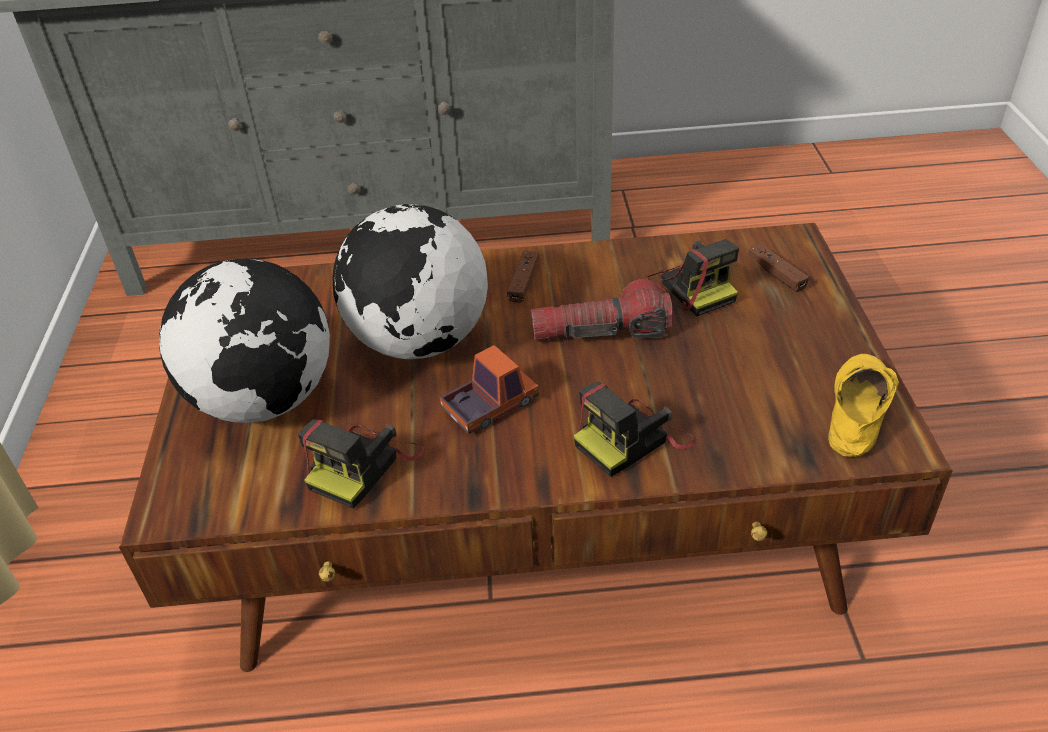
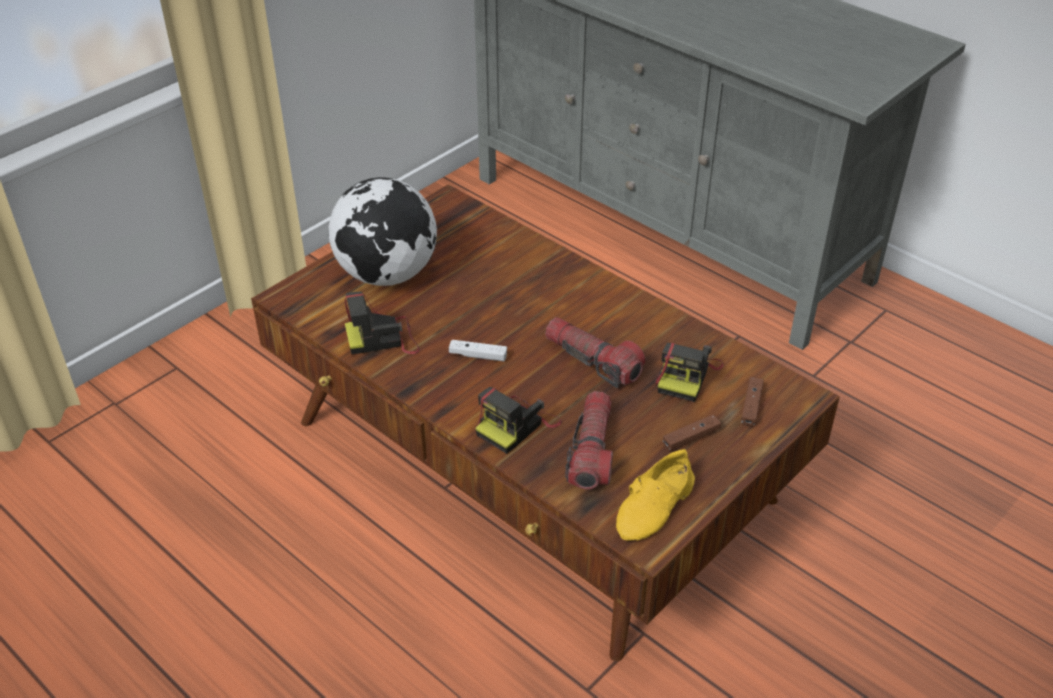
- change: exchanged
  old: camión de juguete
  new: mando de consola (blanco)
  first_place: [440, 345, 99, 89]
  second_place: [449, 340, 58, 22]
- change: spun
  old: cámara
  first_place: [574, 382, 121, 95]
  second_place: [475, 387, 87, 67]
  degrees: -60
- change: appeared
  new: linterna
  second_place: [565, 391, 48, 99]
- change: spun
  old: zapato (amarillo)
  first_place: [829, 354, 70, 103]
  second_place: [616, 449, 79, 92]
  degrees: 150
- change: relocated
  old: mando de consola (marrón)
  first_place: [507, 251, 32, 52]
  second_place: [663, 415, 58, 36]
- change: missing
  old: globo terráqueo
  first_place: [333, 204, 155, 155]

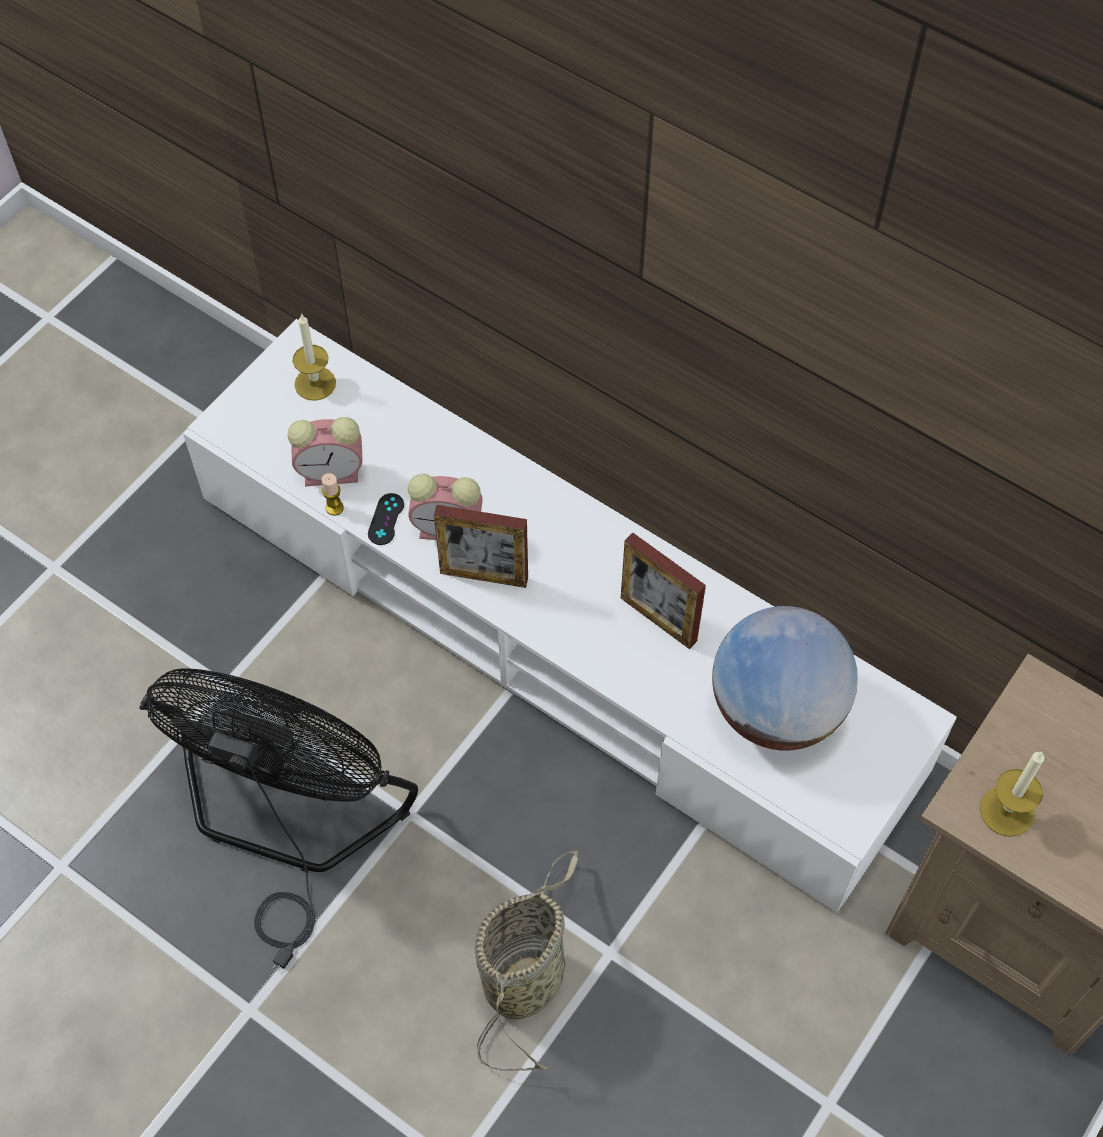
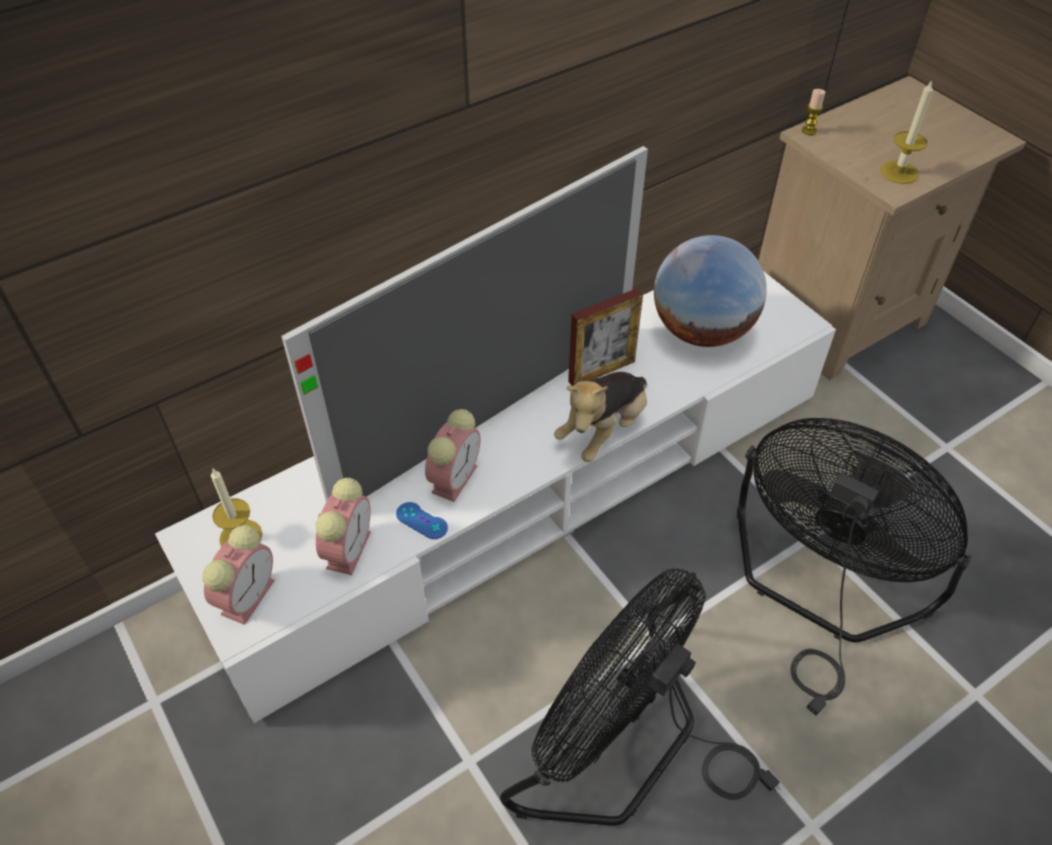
- change: appeared
  new: despertador
  second_place: [202, 525, 73, 100]
- change: appeared
  new: televisor
  second_place: [281, 146, 367, 355]
- change: colour
  old: mando de consola (negro)
  new: mando de consola (azul)
  first_place: [368, 493, 36, 52]
  second_place: [396, 502, 52, 37]
- change: appeared
  new: peluche
  second_place: [554, 372, 93, 90]
- change: exchanged
  old: cesta
  new: ventilador (negro)
  first_place: [475, 851, 104, 220]
  second_place: [737, 418, 234, 297]
- change: relocated
  old: vela
  first_place: [322, 473, 22, 43]
  second_place: [802, 89, 23, 46]
- change: missing
  old: portarretratos
  first_place: [434, 505, 94, 83]

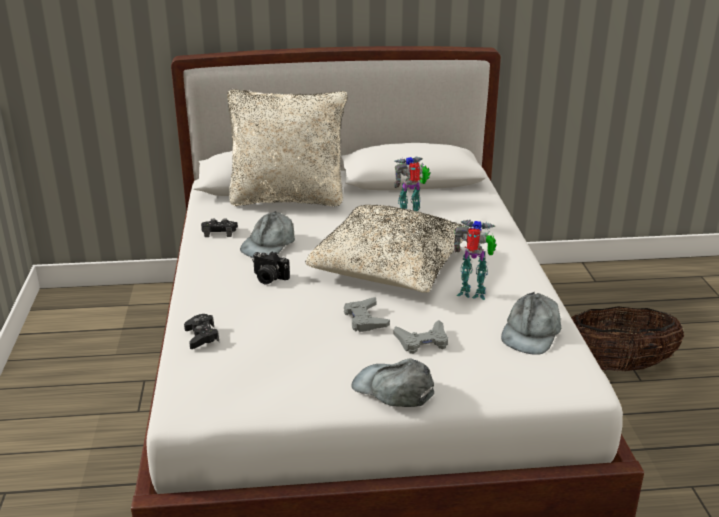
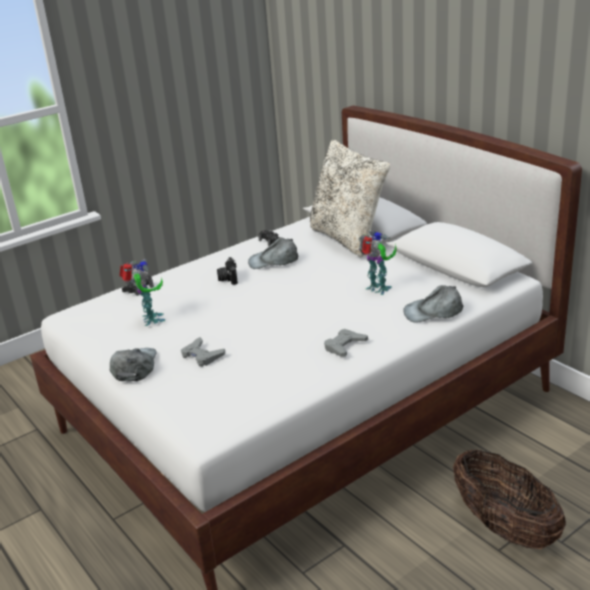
- change: relocated
  old: robot de juguete
  first_place: [454, 220, 43, 80]
  second_place: [120, 259, 45, 67]
- change: relocated
  old: mando de consola (gris)
  first_place: [344, 297, 46, 35]
  second_place: [324, 329, 44, 28]
- change: relocated
  old: gorra (gris)
  first_place: [501, 291, 60, 64]
  second_place: [403, 285, 60, 38]
- change: missing
  old: cojín (beis)
  first_place: [306, 205, 159, 88]

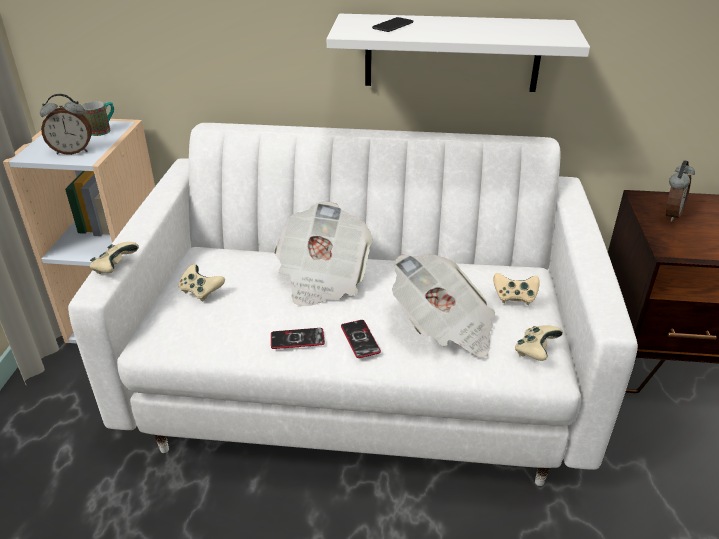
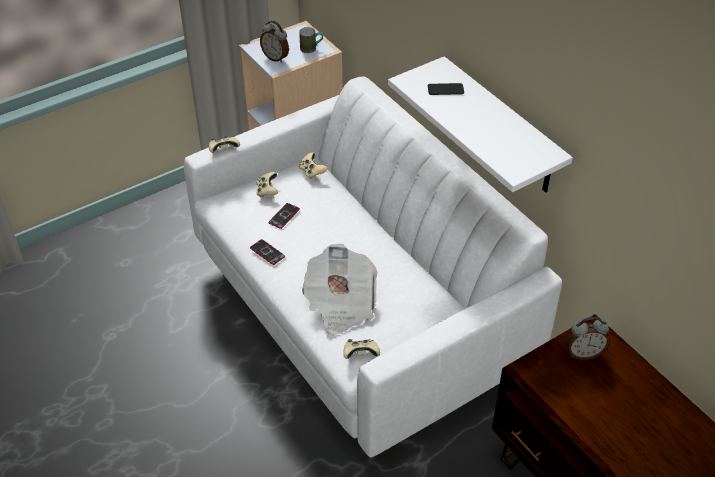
- change: relocated
  old: móvil
  first_place: [341, 320, 40, 38]
  second_place: [269, 203, 31, 26]
- change: relocated
  old: mando de consola (beis)
  first_place: [493, 273, 47, 32]
  second_place: [299, 152, 29, 27]
- change: missing
  old: periódico
  first_place: [274, 202, 99, 104]

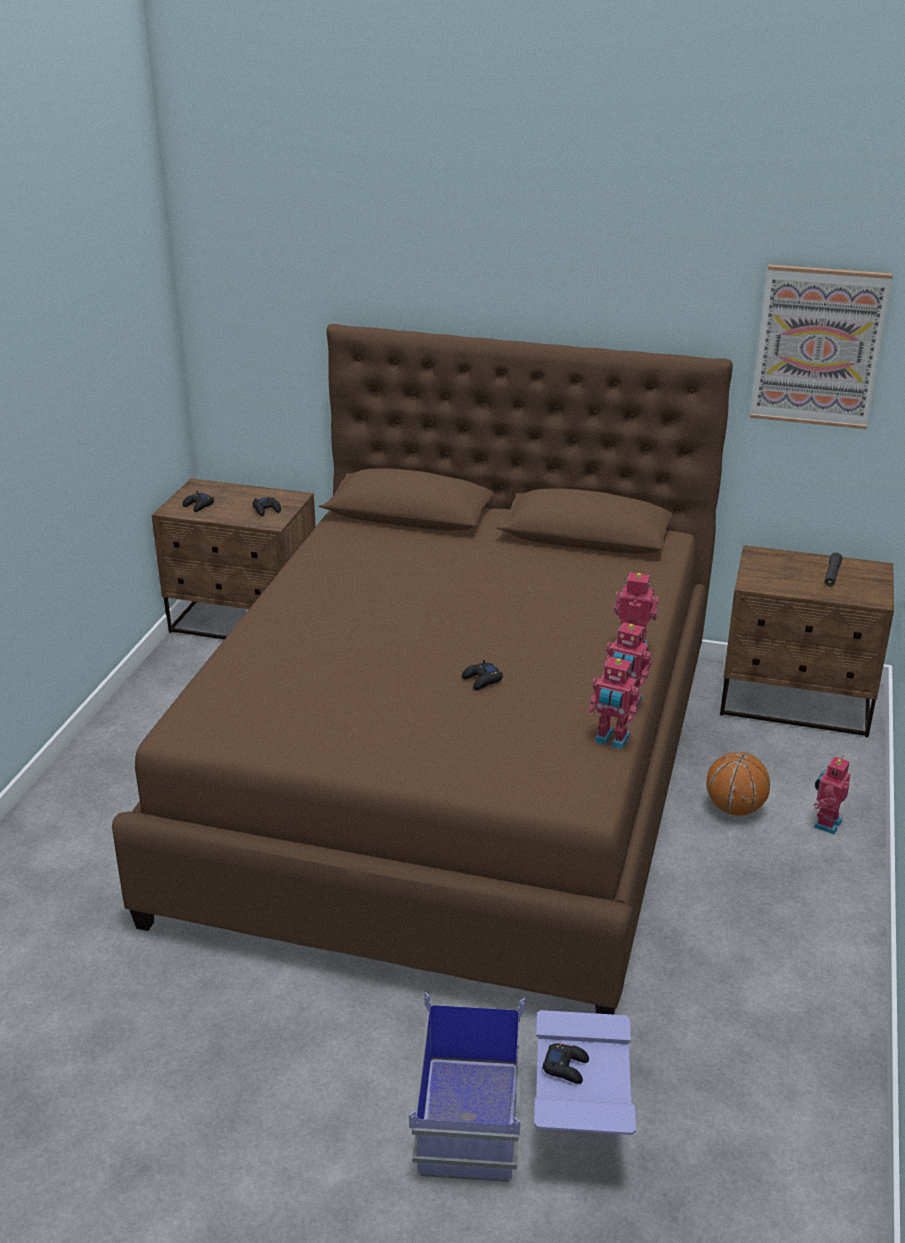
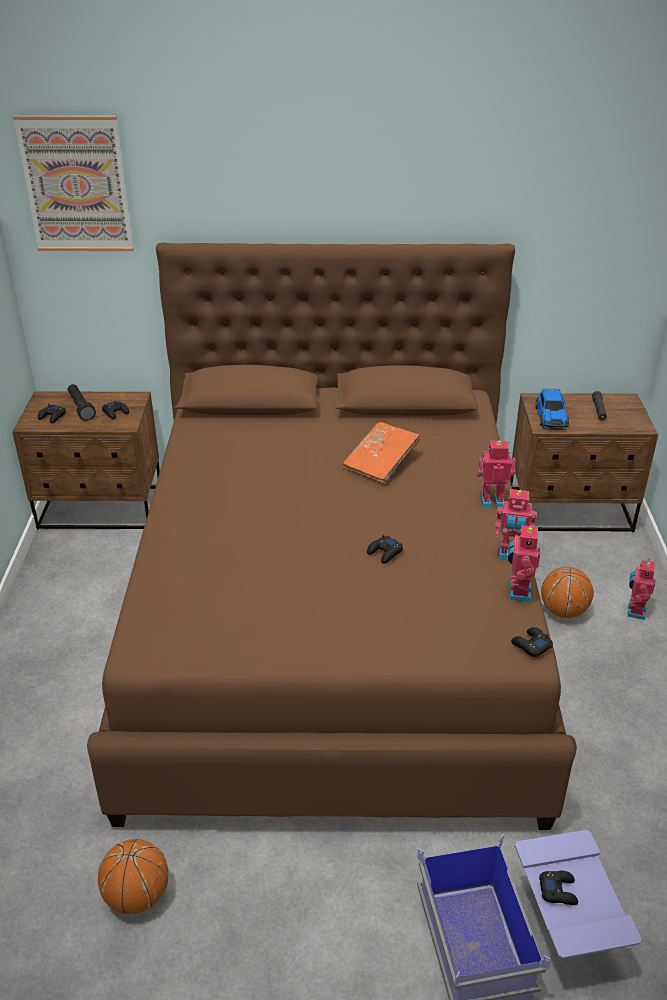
- change: relocated
  old: cuadro
  first_place: [750, 265, 143, 164]
  second_place: [13, 115, 121, 136]
- change: appeared
  new: linterna (negro)
  second_place: [68, 384, 28, 37]
- change: appeared
  new: balón de baloncesto
  second_place: [98, 839, 70, 75]
- change: appeared
  new: libro (naranja)
  second_place: [342, 422, 78, 62]
- change: spun
  old: robot de juguete
  first_place: [589, 657, 52, 92]
  second_place: [508, 523, 32, 79]
  degrees: 90
- change: appeared
  new: mando de consola (negro)
  second_place: [511, 627, 42, 30]
- change: appeared
  new: coche de juguete
  second_place: [535, 388, 34, 42]

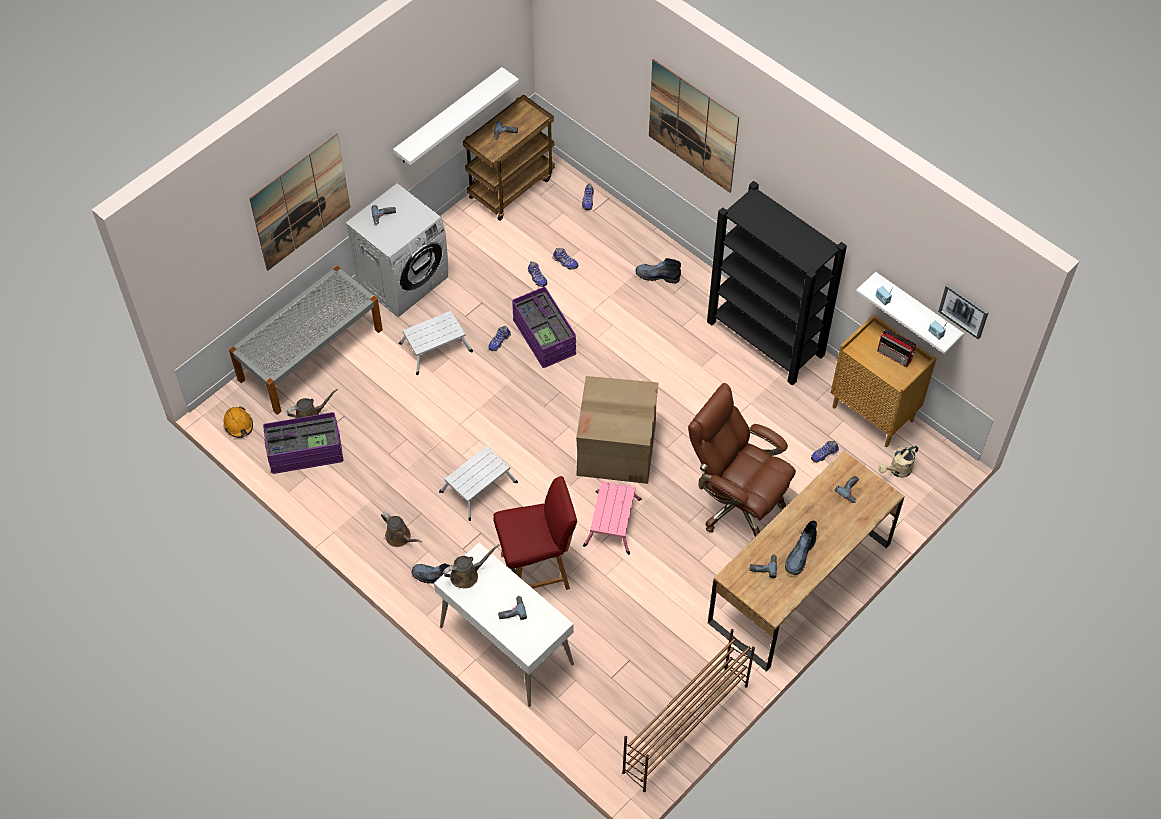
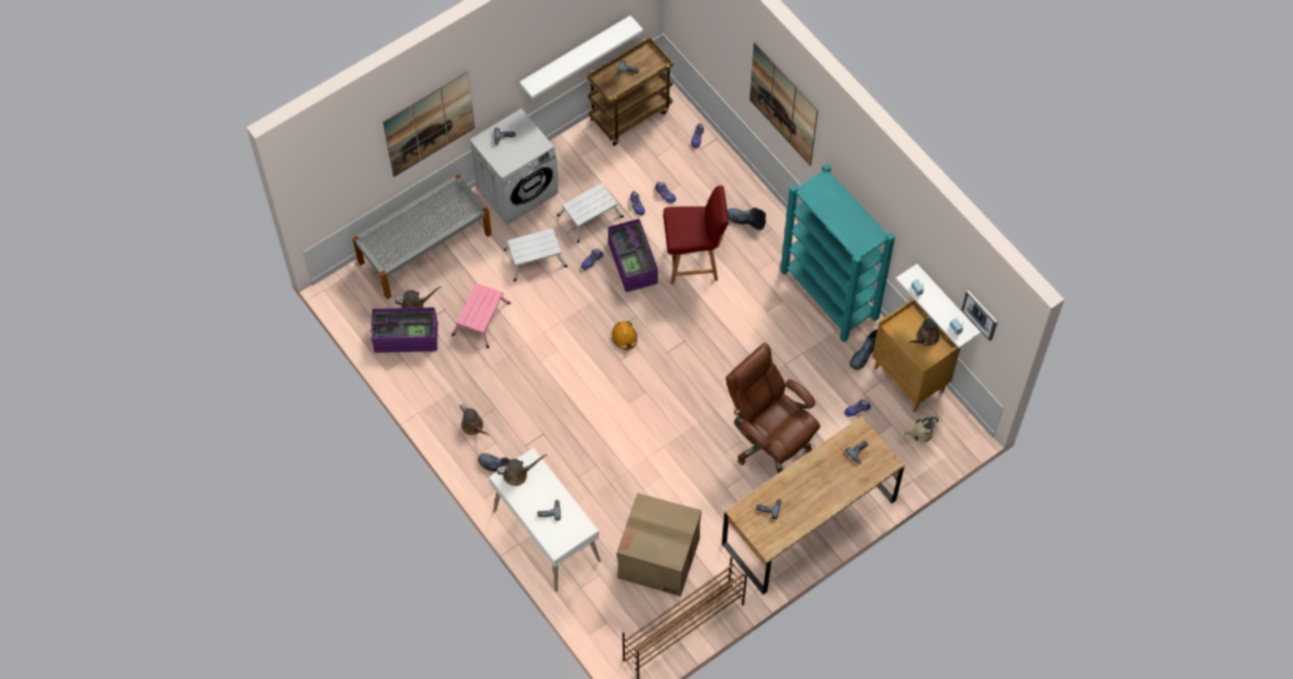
- change: relocated
  old: escalera de tijera (rosa)
  first_place: [583, 481, 59, 74]
  second_place: [452, 283, 59, 66]
- change: relocated
  old: escalera de tijera (blanco)
  first_place: [439, 446, 79, 75]
  second_place: [557, 183, 67, 60]
- change: relocated
  old: casco (naranja)
  first_place: [223, 406, 30, 32]
  second_place: [611, 321, 26, 29]
- change: relocated
  old: caja de cartón
  first_place: [576, 376, 82, 108]
  second_place: [617, 493, 85, 104]
- change: relocated
  old: silla (rojo)
  first_place: [493, 476, 84, 114]
  second_place: [663, 186, 65, 99]
- change: colour
  old: estantería (negro)
  new: estantería (turquesa)
  first_place: [707, 181, 140, 204]
  second_place: [780, 163, 115, 179]
- change: relocated
  old: bota
  first_place: [785, 520, 32, 55]
  second_place: [850, 329, 28, 41]
- change: exchanged
  old: radio
  new: regadera (marrón)
  first_place: [877, 329, 39, 39]
  second_place: [908, 318, 32, 28]

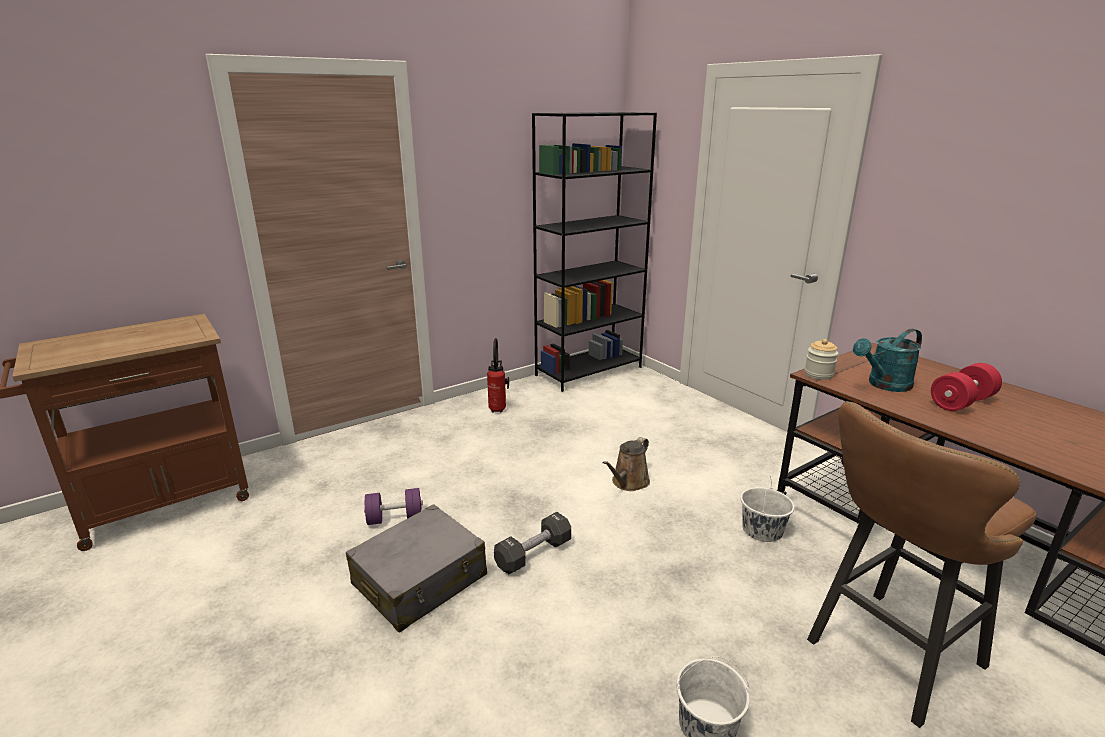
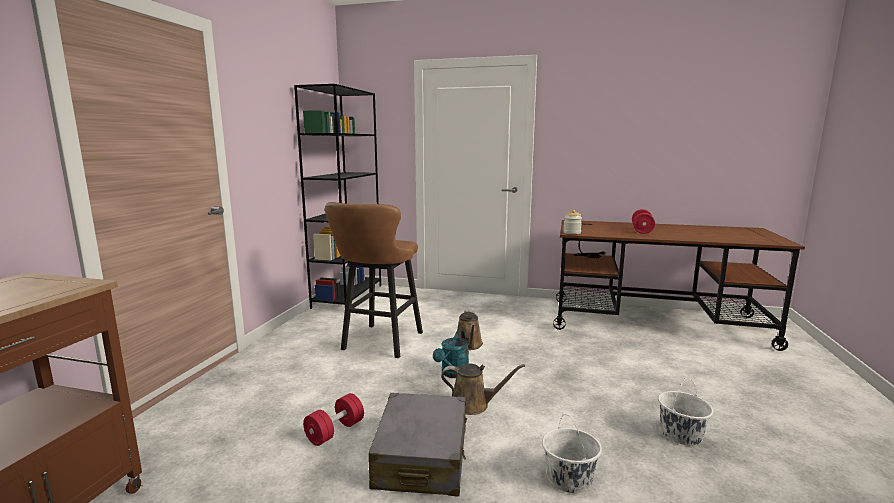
- change: colour
  old: mancuerna (morado)
  new: mancuerna (rojo)
  first_place: [364, 488, 59, 37]
  second_place: [303, 393, 61, 53]
- change: relocated
  old: taburete (marrón)
  first_place: [807, 401, 229, 327]
  second_place: [325, 202, 98, 156]
- change: relocated
  old: regadera (turquesa)
  first_place: [853, 329, 69, 63]
  second_place: [433, 330, 36, 48]
- change: exchanged
  old: mancuerna (negro)
  new: regadera (marrón)
  first_place: [494, 512, 77, 62]
  second_place: [441, 364, 84, 51]
- change: relocated
  old: cubo (blanco)
  first_place: [740, 476, 55, 66]
  second_place: [542, 414, 60, 79]
- change: missing
  old: extintor
  first_place: [487, 338, 22, 75]

